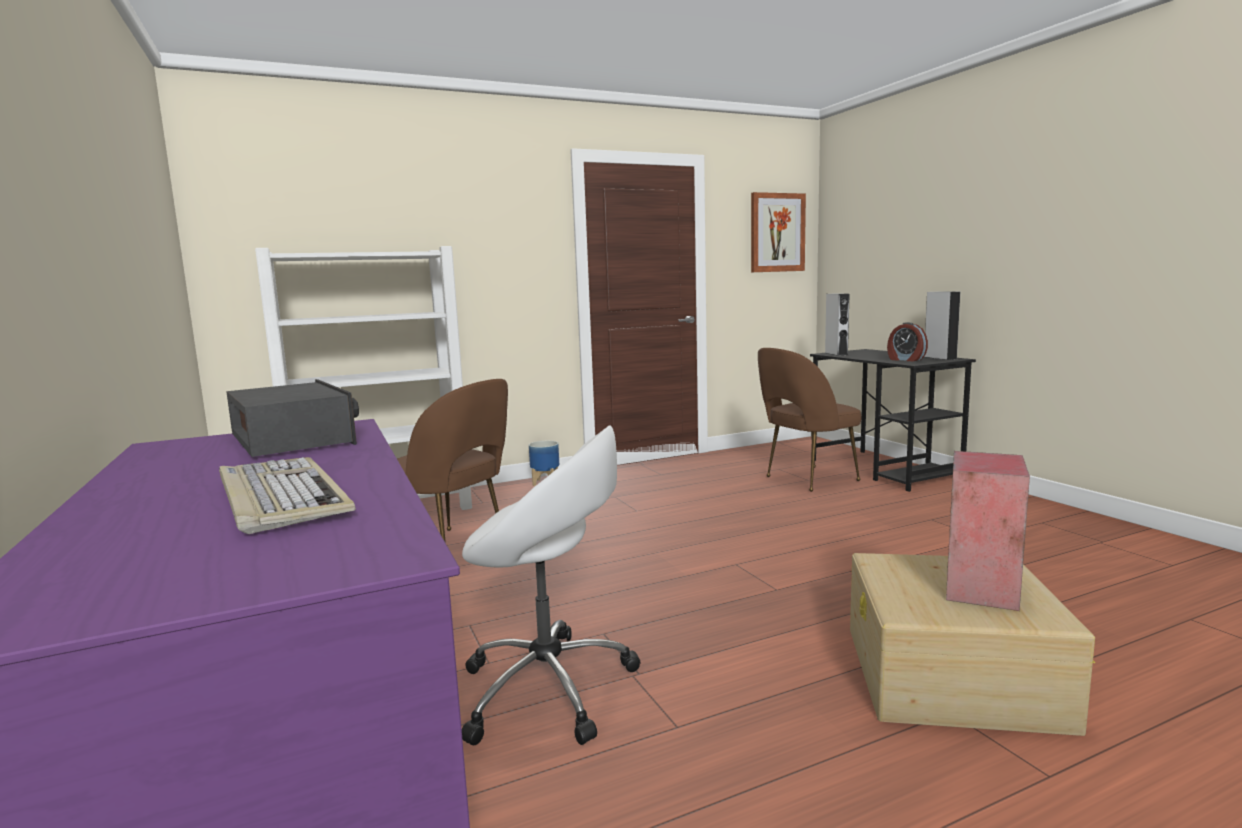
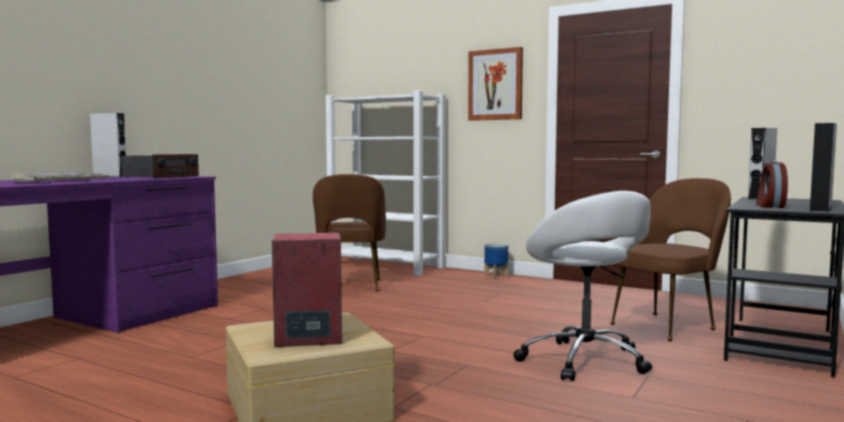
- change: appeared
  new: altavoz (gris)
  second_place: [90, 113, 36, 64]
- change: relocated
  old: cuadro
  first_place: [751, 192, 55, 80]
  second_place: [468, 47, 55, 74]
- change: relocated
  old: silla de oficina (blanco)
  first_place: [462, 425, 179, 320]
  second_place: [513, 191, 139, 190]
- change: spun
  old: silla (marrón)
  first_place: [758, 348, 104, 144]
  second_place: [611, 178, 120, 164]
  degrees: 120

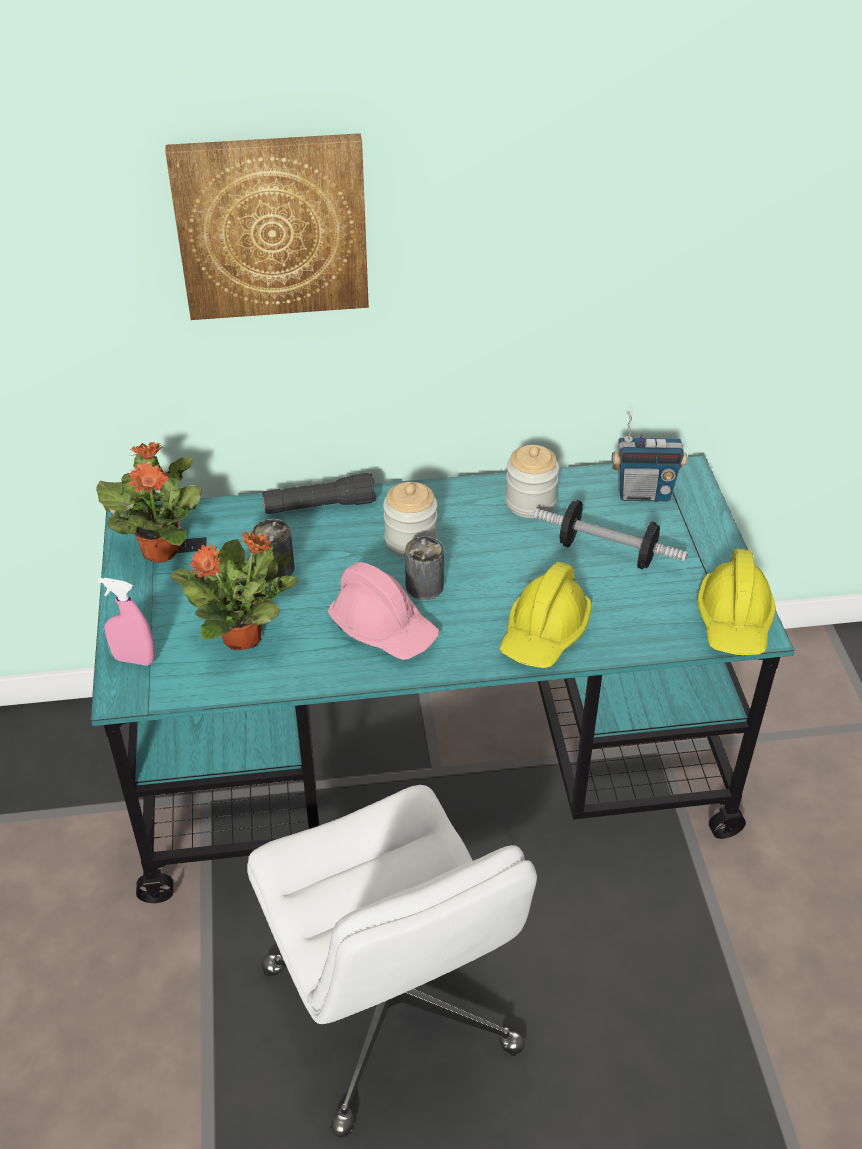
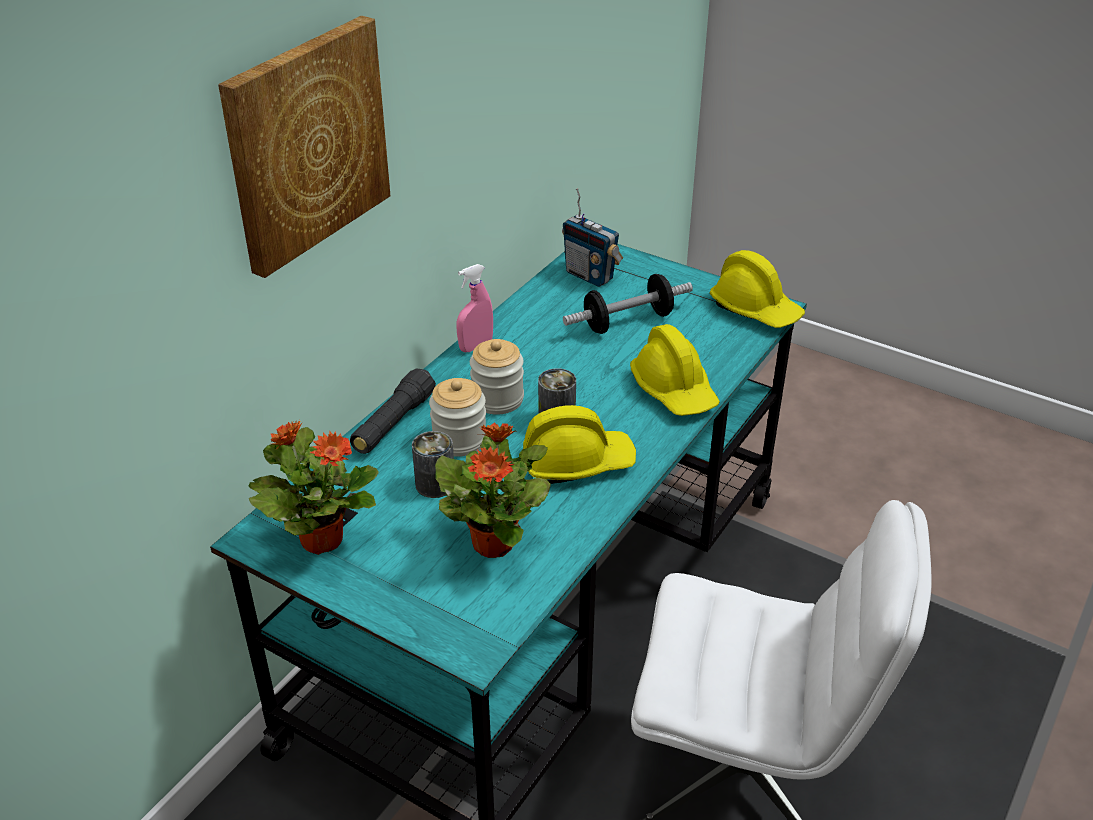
- change: relocated
  old: tarro
  first_place: [505, 445, 54, 73]
  second_place: [429, 378, 57, 79]
- change: relocated
  old: pulverizador (rosa)
  first_place: [98, 578, 57, 88]
  second_place: [456, 264, 37, 88]
- change: colour
  old: casco (rosa)
  new: casco (amarillo)
  first_place: [328, 562, 111, 98]
  second_place: [523, 405, 113, 79]
- change: spun
  old: radio
  first_place: [612, 411, 75, 91]
  second_place: [562, 188, 61, 99]
  degrees: 90

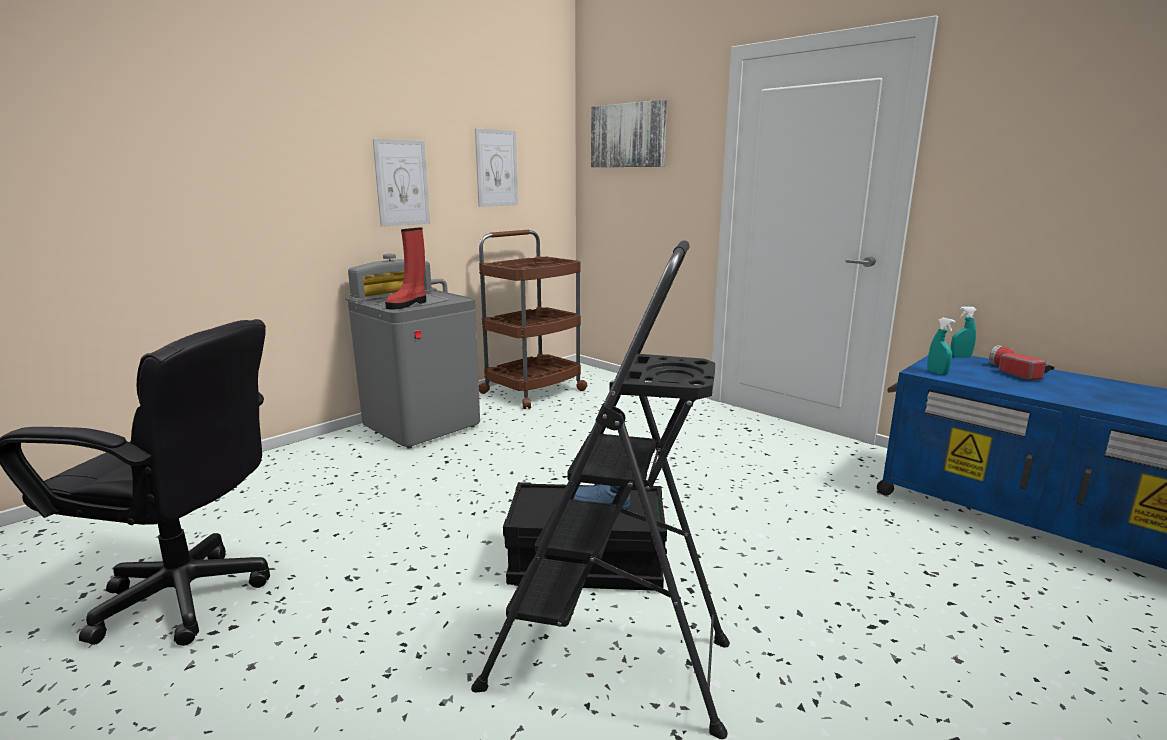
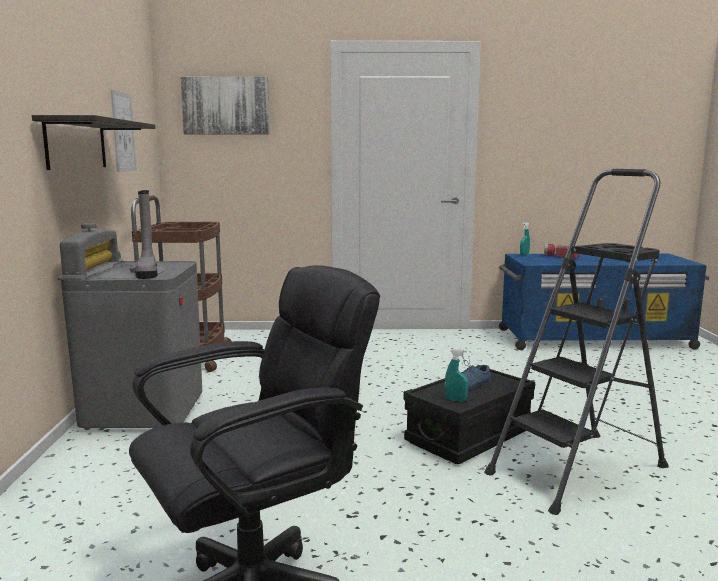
- change: exchanged
  old: cuadro
  new: estante
  first_place: [373, 139, 57, 88]
  second_place: [32, 115, 124, 55]
- change: colour
  old: bota (rojo)
  new: bota (gris)
  first_place: [385, 227, 41, 83]
  second_place: [135, 190, 23, 89]
- change: relocated
  old: pulverizador (turquesa)
  first_place: [927, 318, 28, 57]
  second_place: [445, 348, 24, 54]

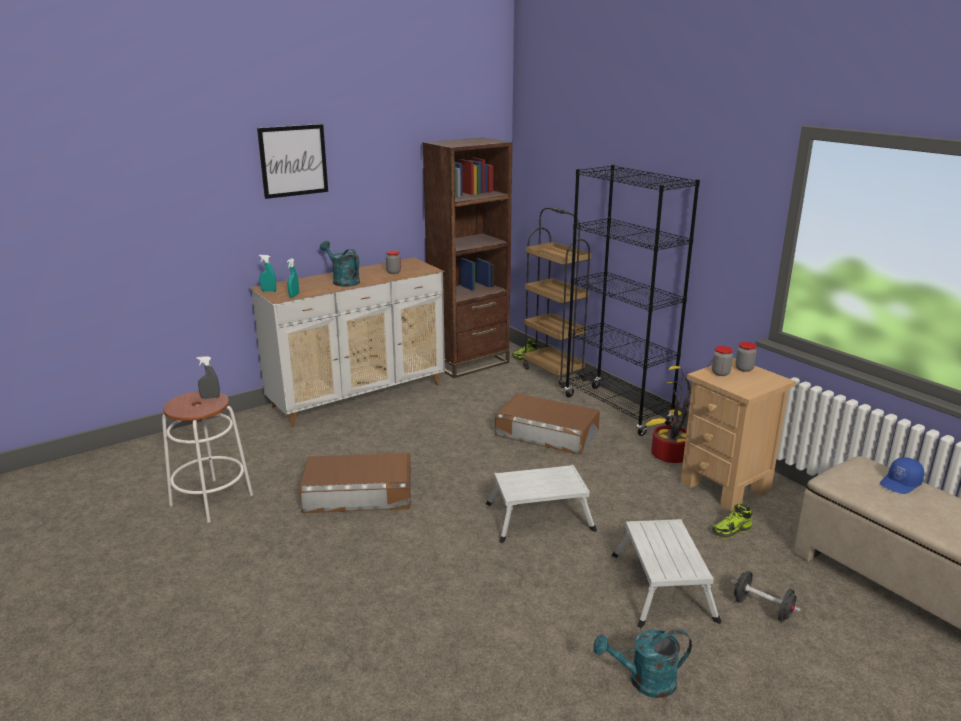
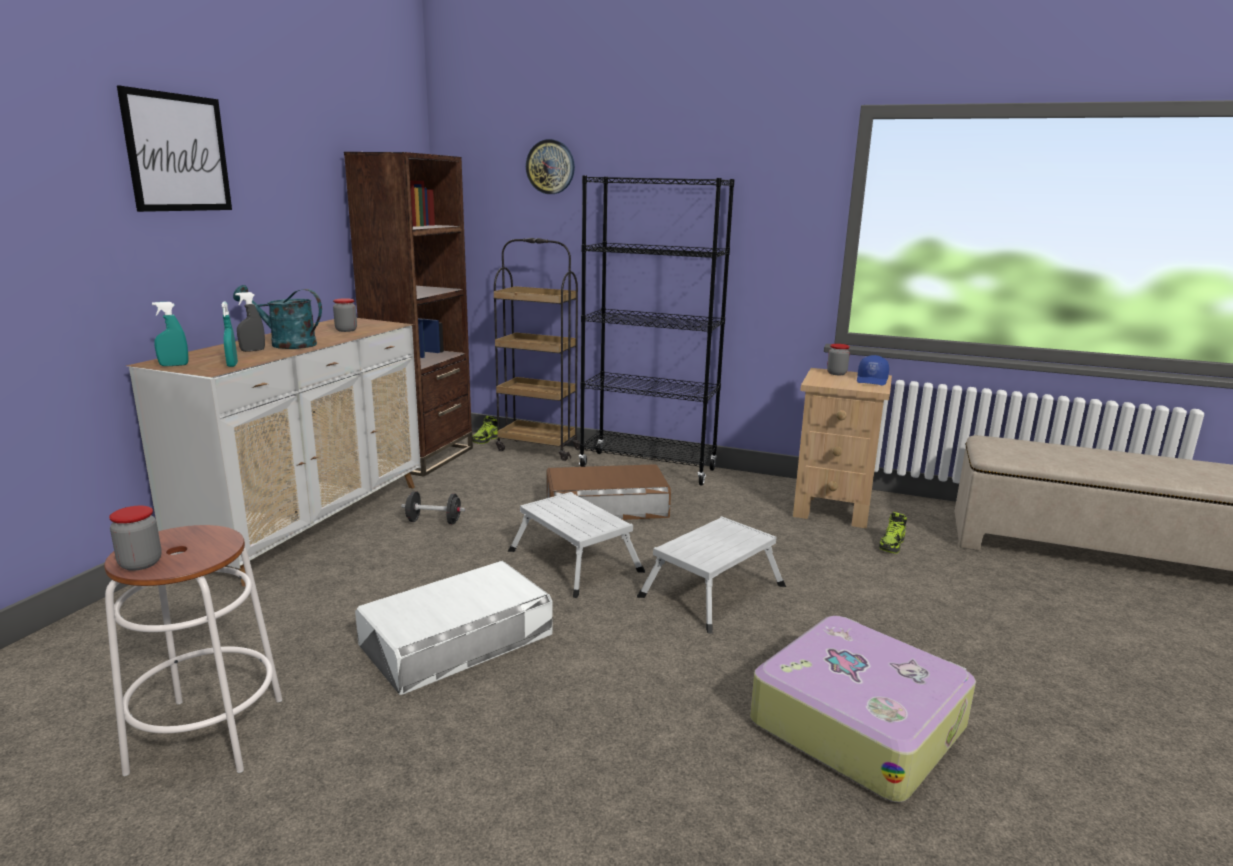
- change: relocated
  old: tarro
  first_place: [712, 346, 21, 30]
  second_place: [109, 506, 53, 65]
- change: relocated
  old: pulverizador (gris)
  first_place: [197, 356, 23, 43]
  second_place: [235, 292, 30, 60]
- change: colour
  old: caja de almacenaje (marrón)
  new: caja de almacenaje (blanco)
  first_place: [299, 453, 112, 60]
  second_place: [355, 561, 198, 134]
- change: relocated
  old: mancuerna (negro)
  first_place: [731, 571, 70, 51]
  second_place: [401, 491, 64, 33]
- change: relocated
  old: escalera de tijera (blanco)
  first_place: [611, 519, 110, 109]
  second_place: [508, 492, 137, 106]
- change: appeared
  new: reloj de pared
  second_place: [526, 139, 49, 55]
- change: appeared
  new: maleta
  second_place: [750, 616, 226, 187]
- change: relocated
  old: gorra (azul)
  first_place: [880, 457, 44, 37]
  second_place: [857, 355, 32, 30]
- change: missing
  old: regadera (turquesa)
  first_place: [593, 629, 99, 69]
- change: missing
  old: planta en maceta
  first_place: [645, 359, 68, 104]

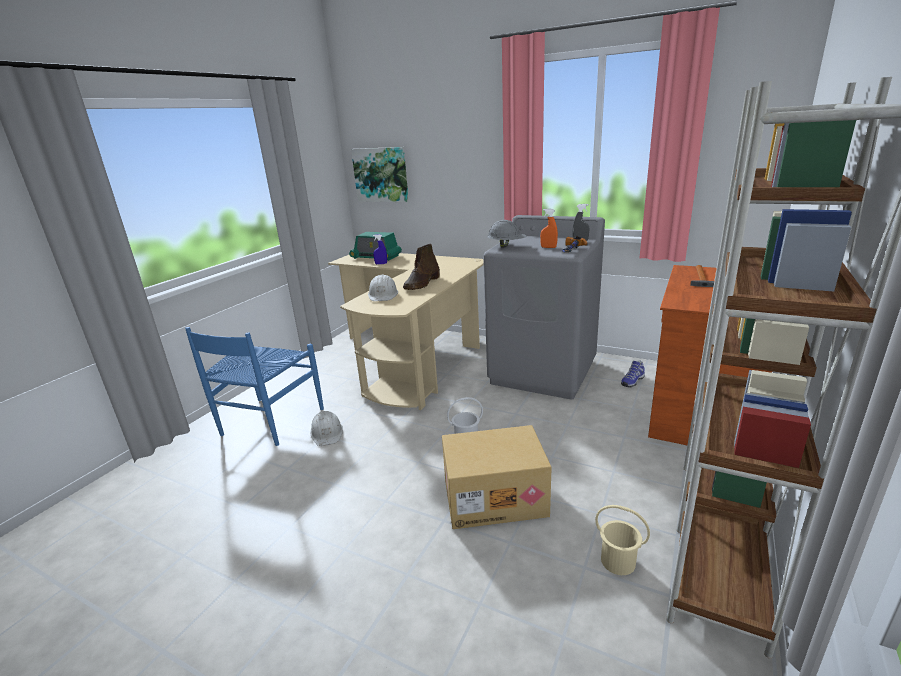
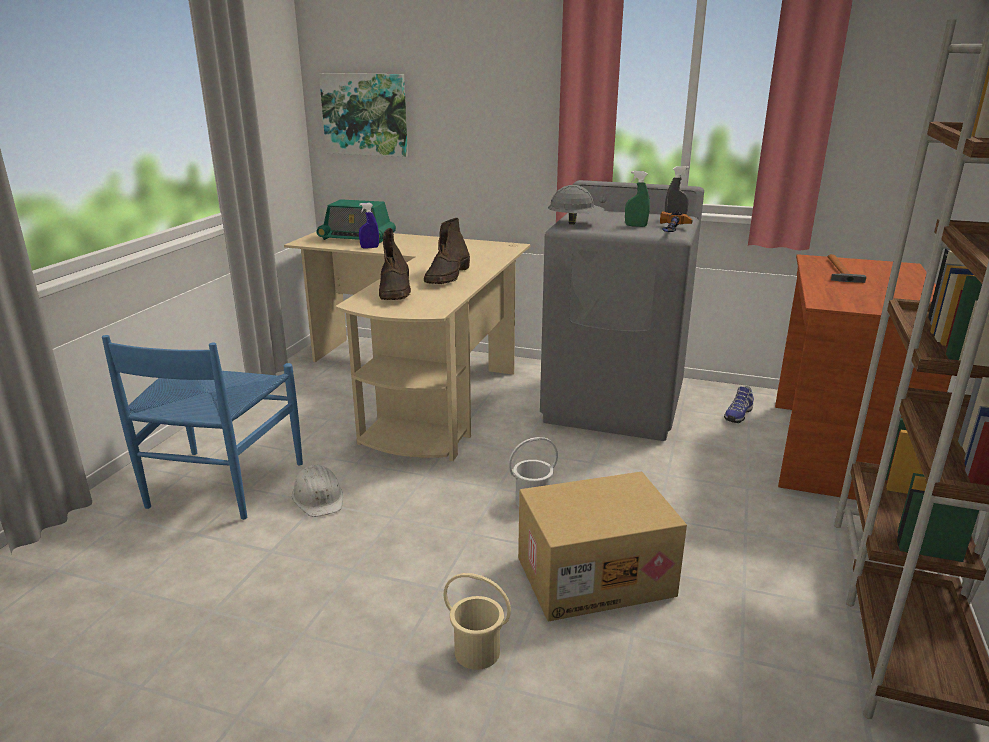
- change: exchanged
  old: casco (blanco)
  new: bota (marrón)
  first_place: [368, 275, 30, 26]
  second_place: [379, 228, 32, 72]
- change: relocated
  old: cubo (beis)
  first_place: [595, 505, 55, 70]
  second_place: [444, 573, 67, 97]
- change: colour
  old: pulverizador (naranja)
  new: pulverizador (verde)
  first_place: [540, 209, 18, 39]
  second_place: [625, 171, 25, 56]

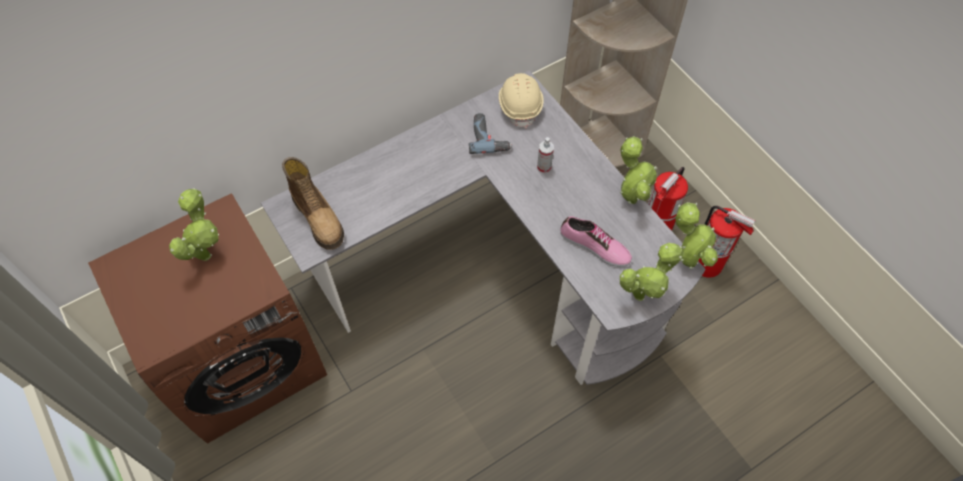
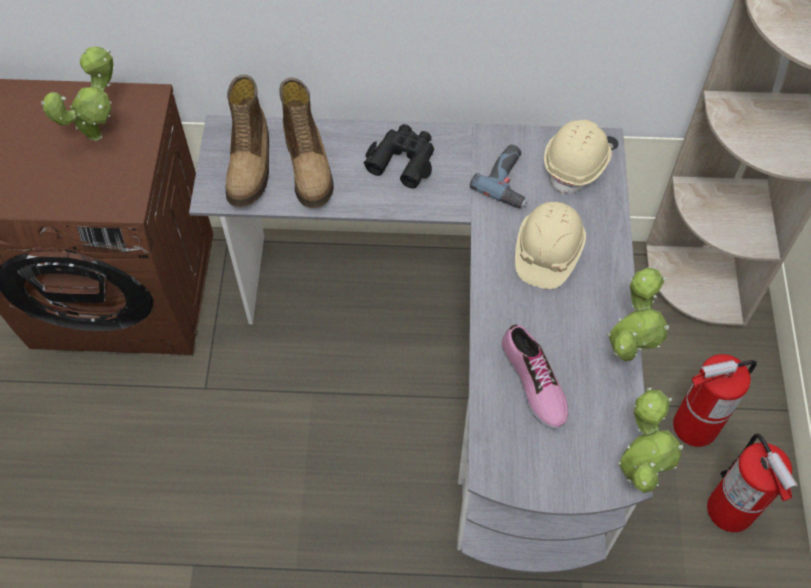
- change: appeared
  new: bota
  second_place: [280, 78, 54, 130]
- change: appeared
  new: prismáticos (negro)
  second_place: [363, 124, 71, 64]
- change: exchanged
  old: pulverizador
  new: casco (beis)
  first_place: [537, 137, 17, 36]
  second_place: [515, 202, 71, 87]
- change: missing
  old: planta en maceta
  first_place: [620, 243, 63, 58]

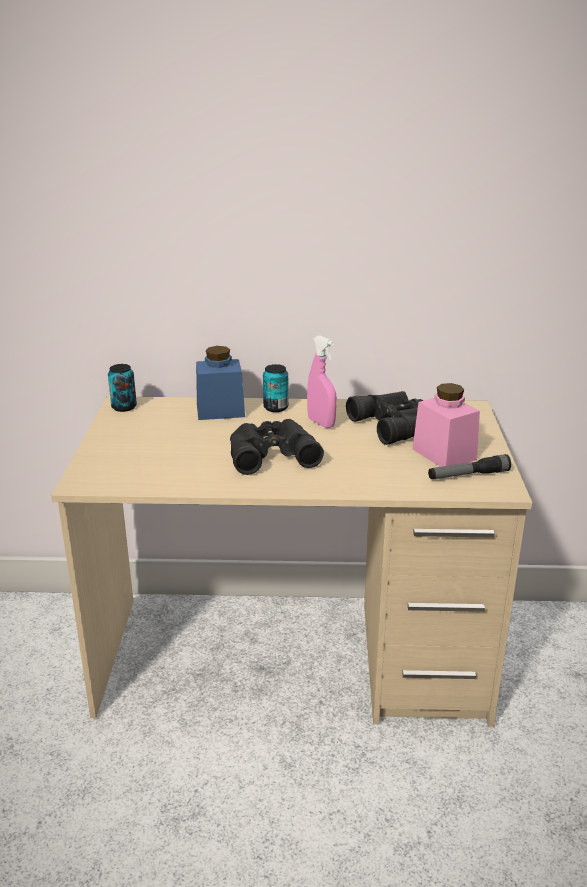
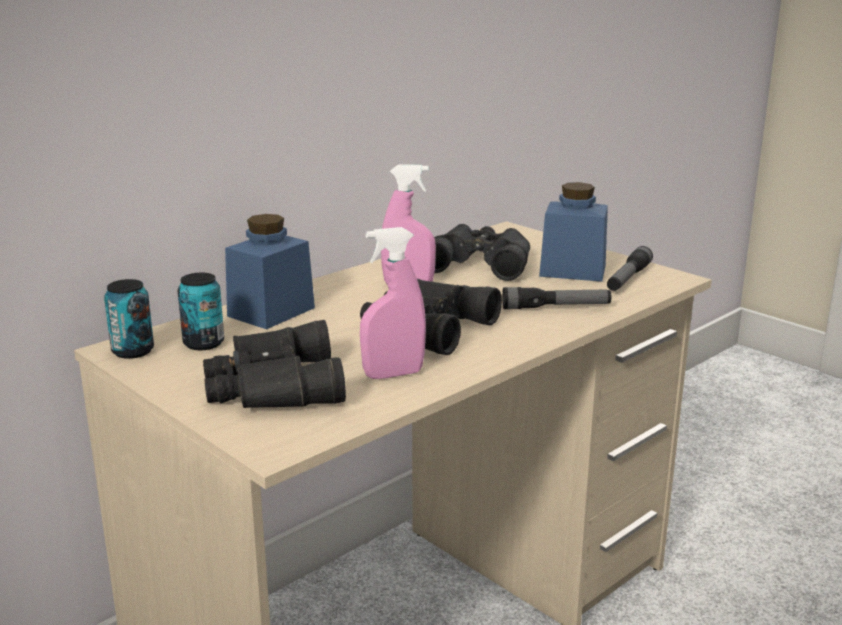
- change: relocated
  old: lata
  first_place: [263, 364, 25, 48]
  second_place: [178, 273, 46, 77]
- change: appeared
  new: prismáticos (negro)
  second_place: [203, 320, 143, 88]
- change: appeared
  new: pulverizador (rosa)
  second_place: [360, 227, 66, 152]
- change: appeared
  new: linterna
  second_place: [502, 287, 109, 22]
- change: colour
  old: tarro (rosa)
  new: tarro (azul)
  first_place: [412, 383, 68, 84]
  second_place: [539, 182, 69, 100]

